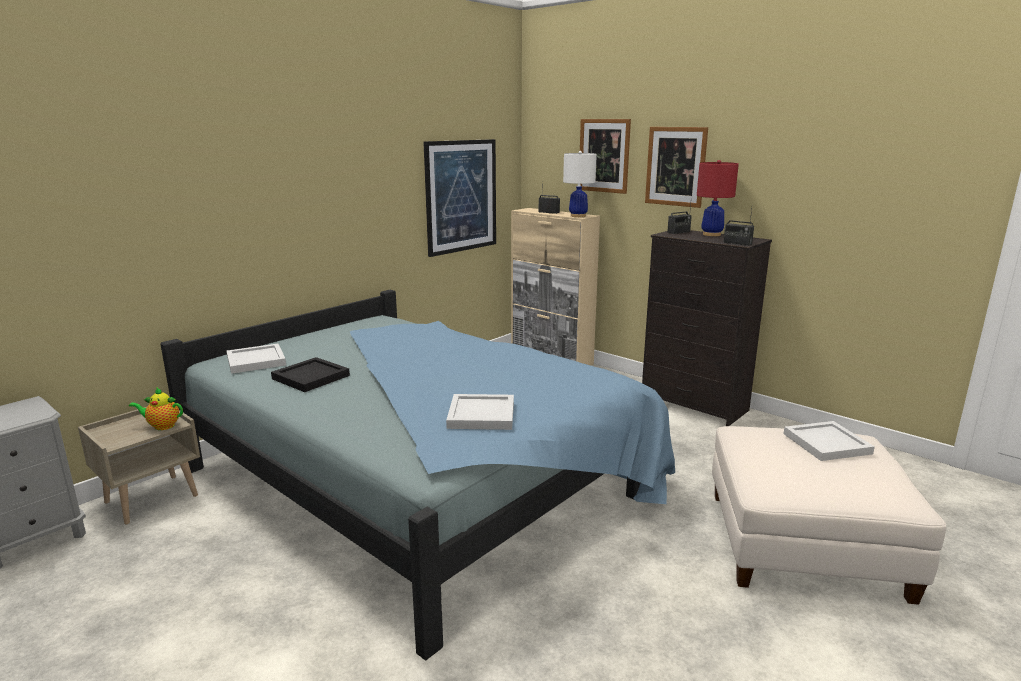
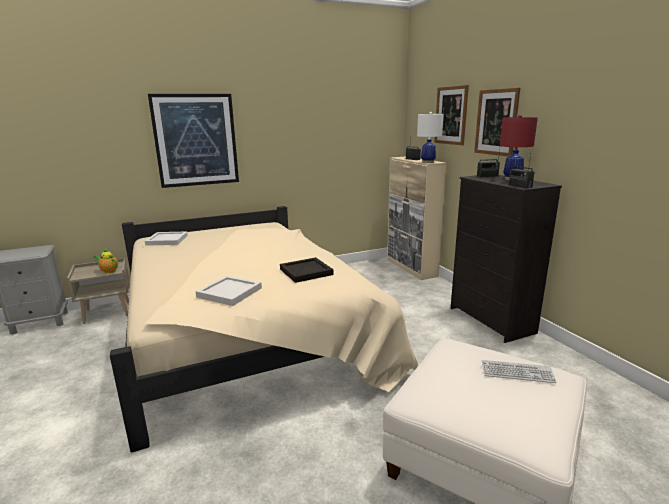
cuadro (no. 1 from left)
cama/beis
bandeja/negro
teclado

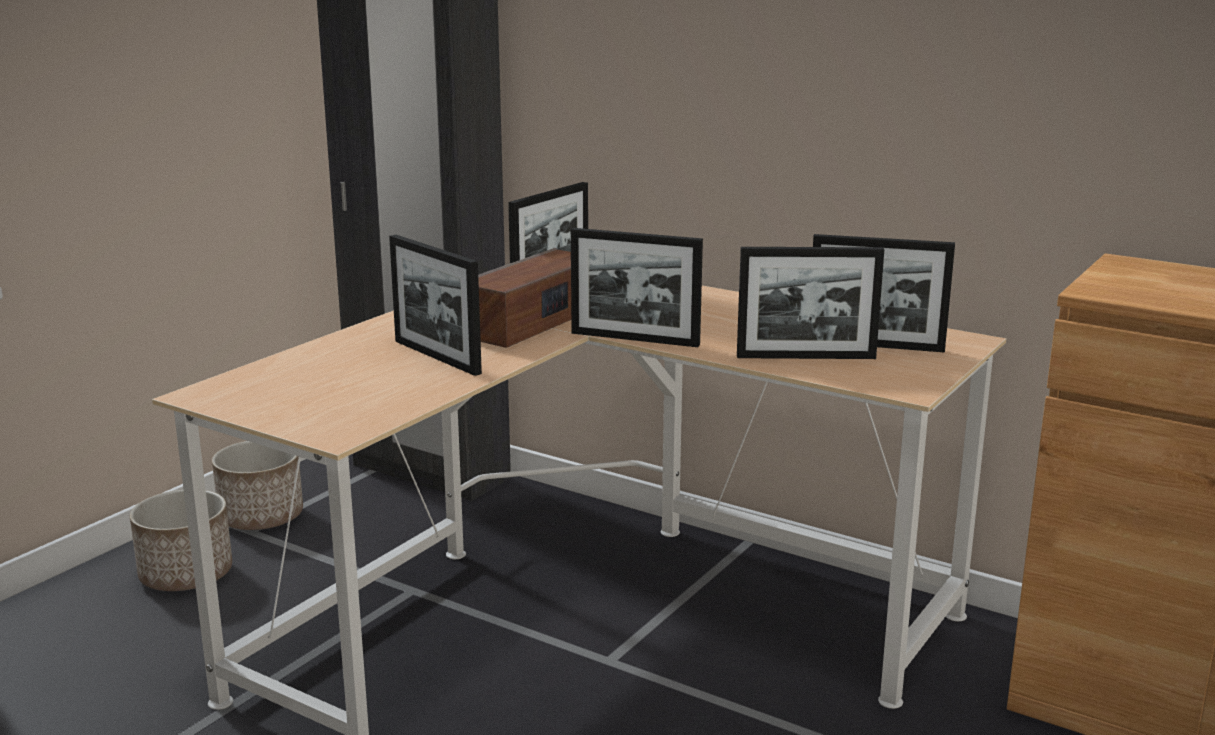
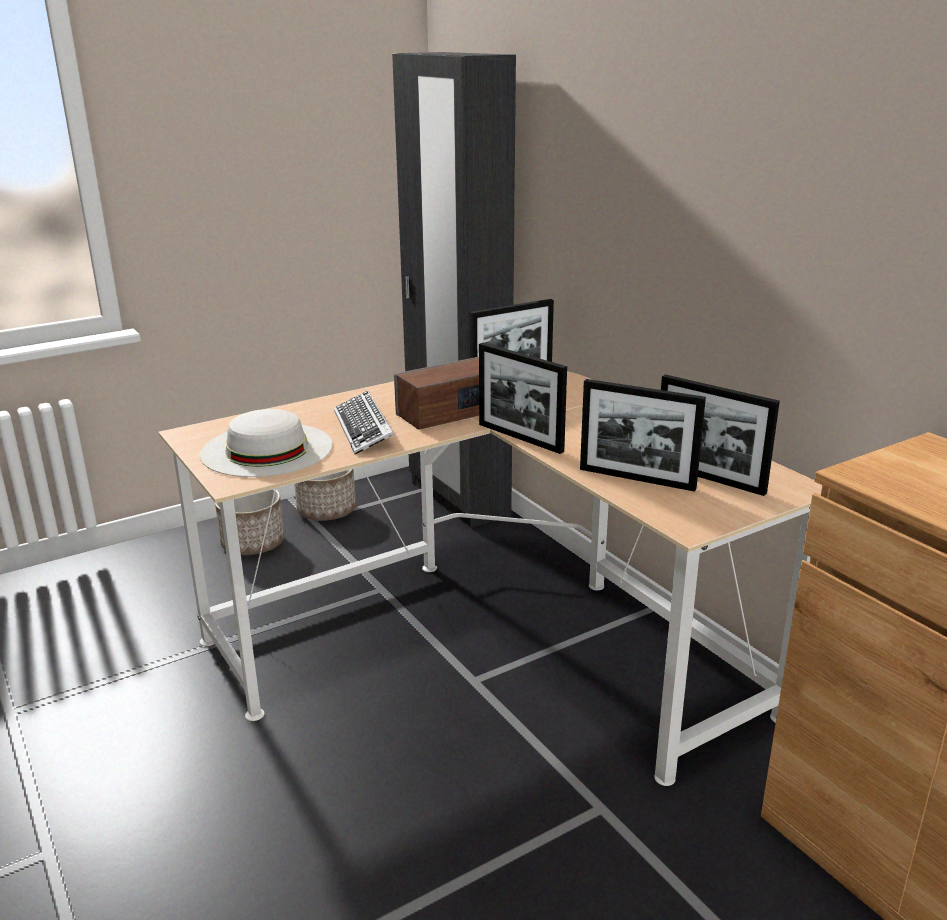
teclado
sombrero/blanco

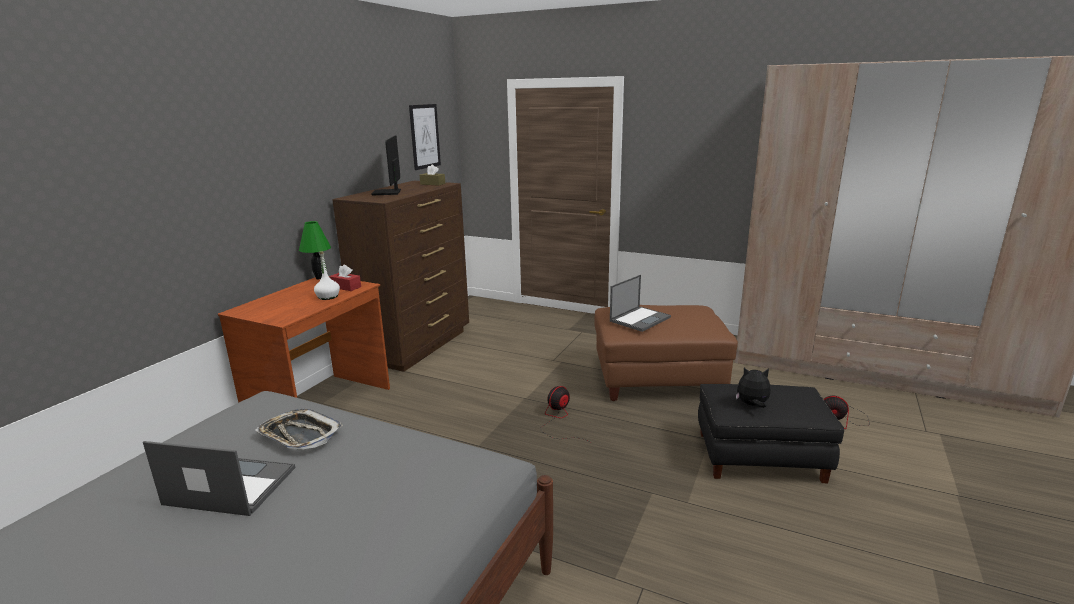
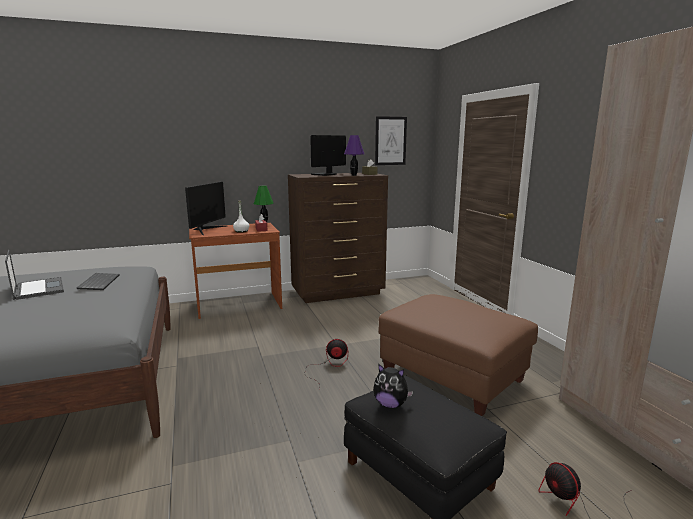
portátil (no. 2 from left in the first image)
peluche
teclado
lámpara de mesa/morado
monitor (no. 1 from left)

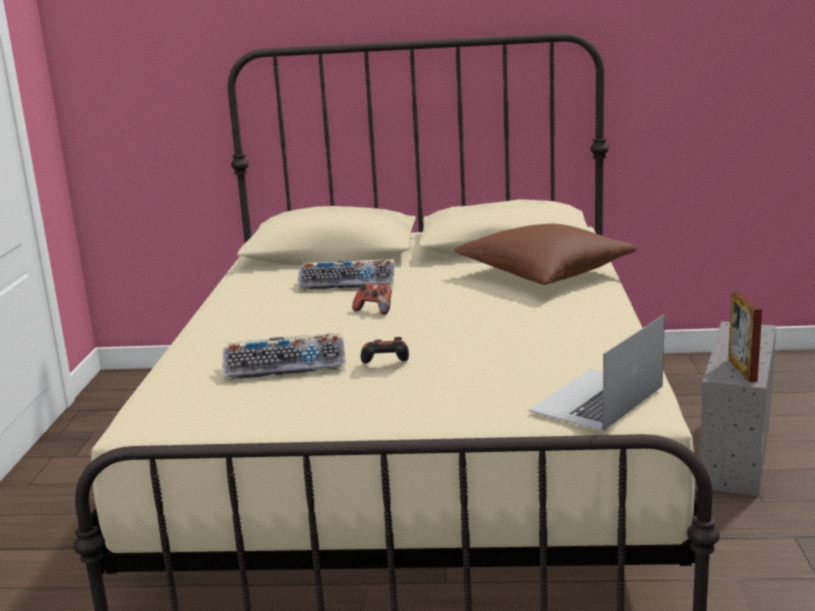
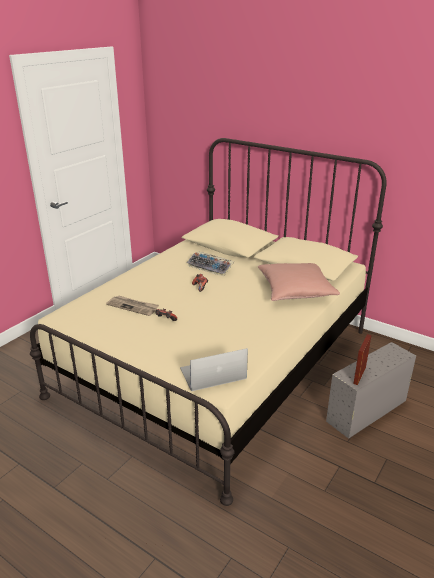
cojín/rosa
periódico

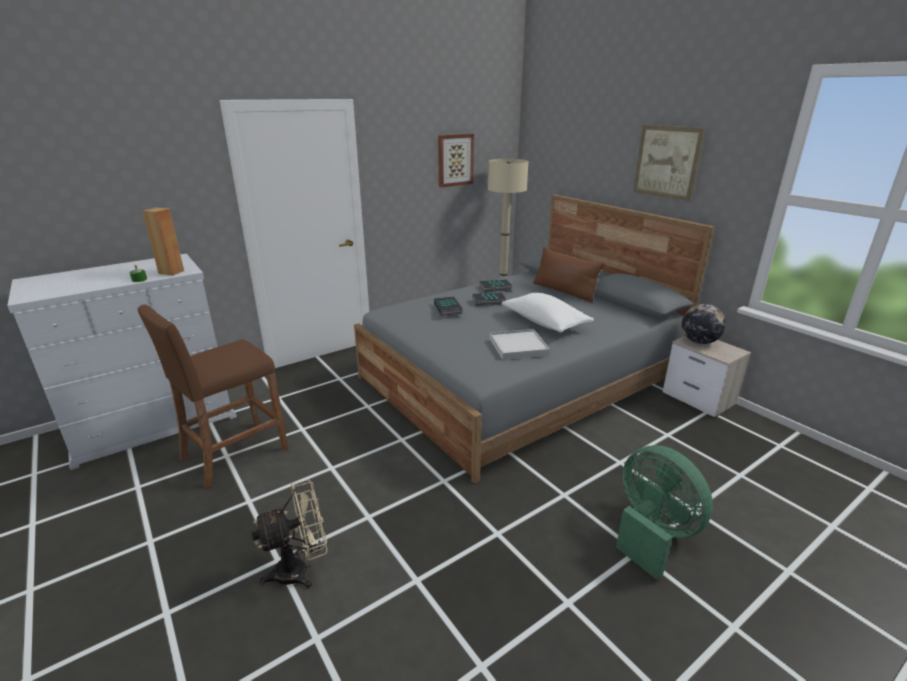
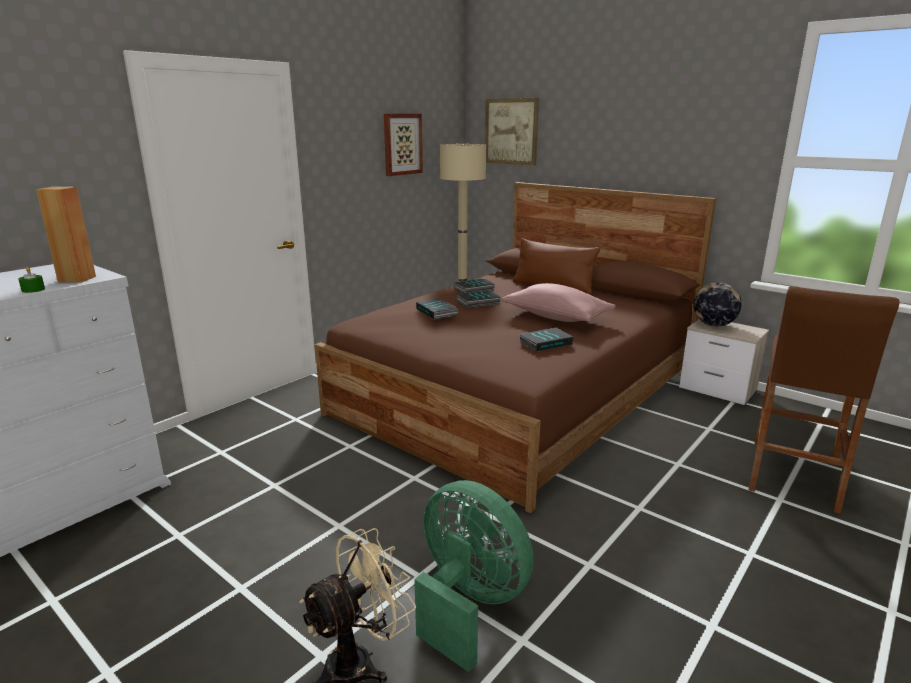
cuadro (no. 2 from left)
cama/marrón
cojín/rosa
taburete/marrón
libro (no. 4 from left)
ventilador/verde

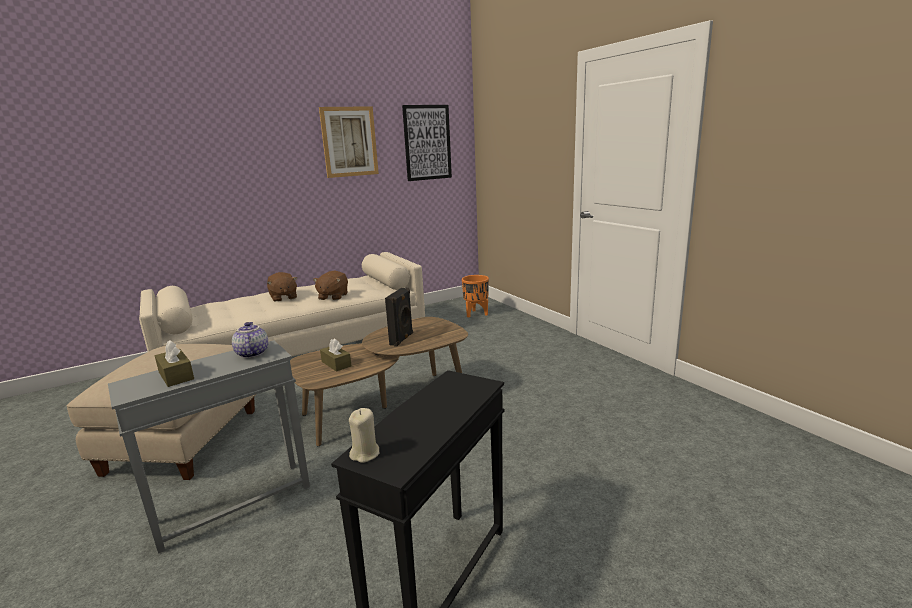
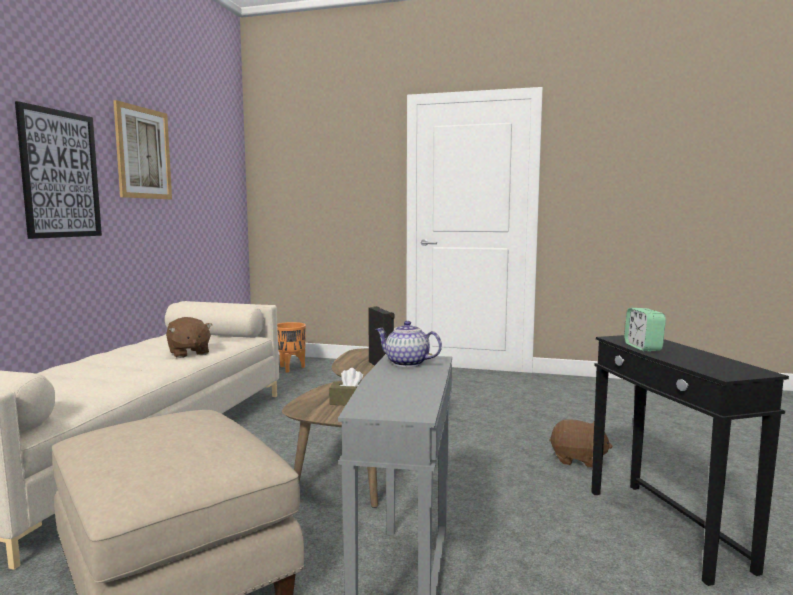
cuadro (no. 1 from left)
peluche/marrón (no. 2 from left)
caja de pañuelos/marrón (no. 1 from left in the first image)
vela/beis
despertador

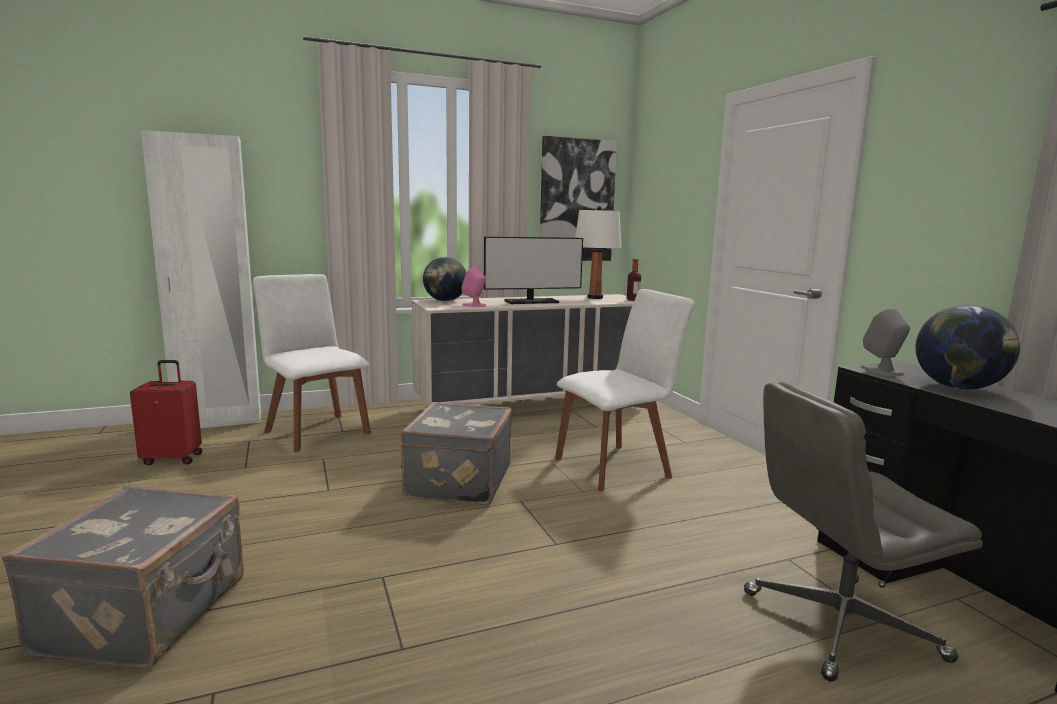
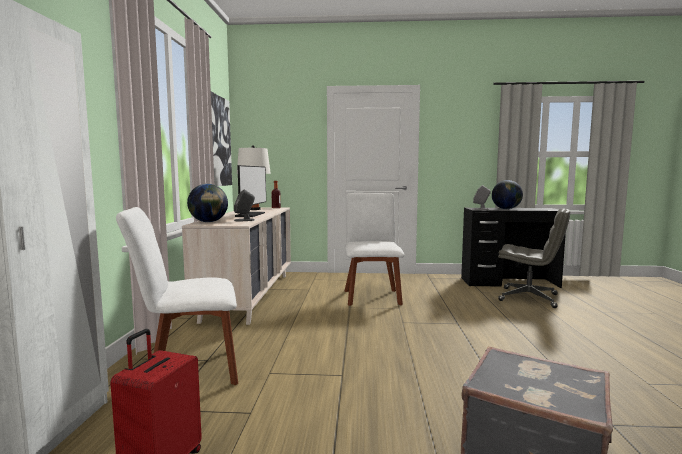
altavoz/gris (no. 1 from left)
silla de oficina/gris
maleta/gris (no. 2 from left in the first image)

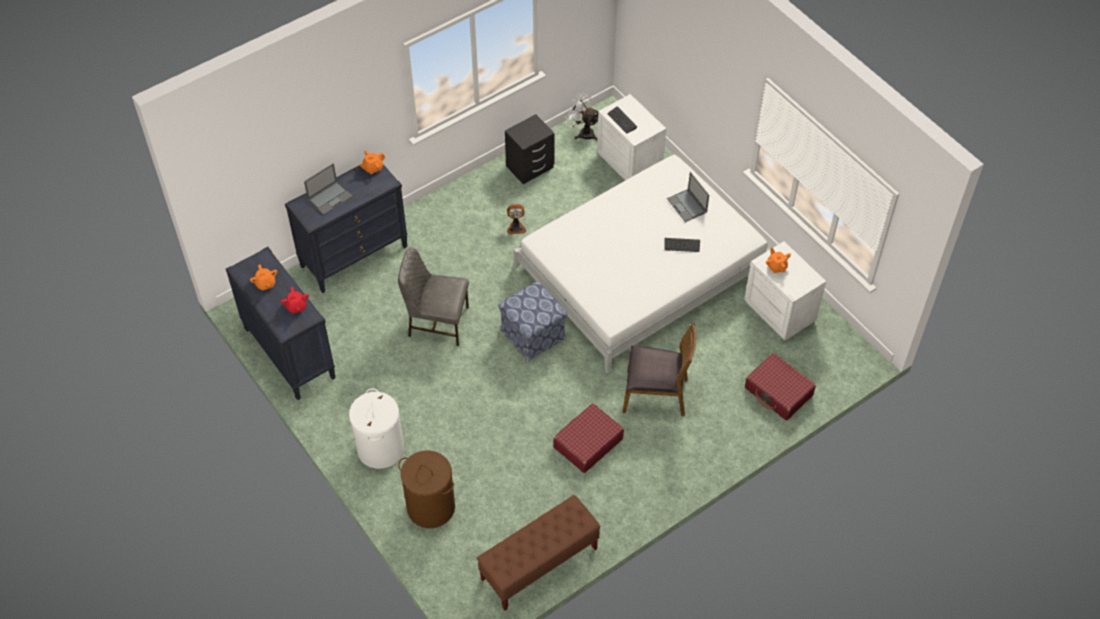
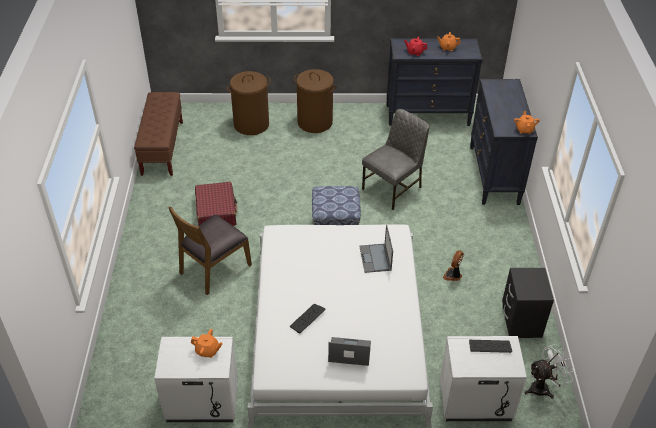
portátil (no. 2 from left)
maleta/rojo (no. 2 from left in the first image)
cesto de la ropa/marrón (no. 2 from left)

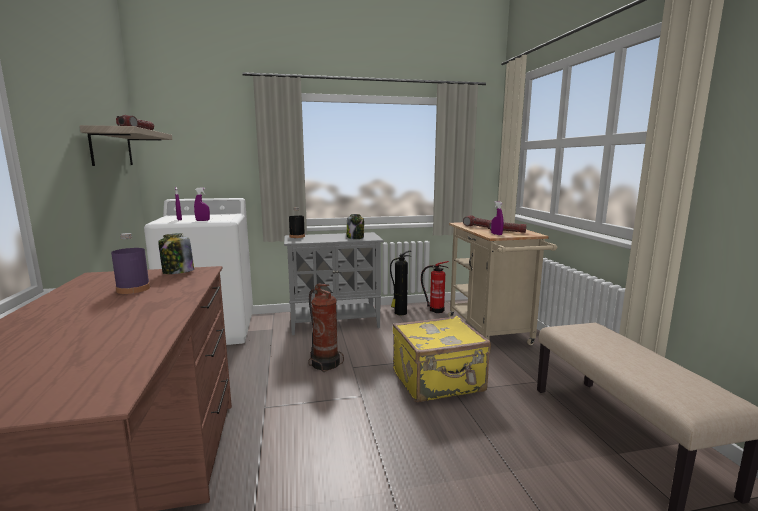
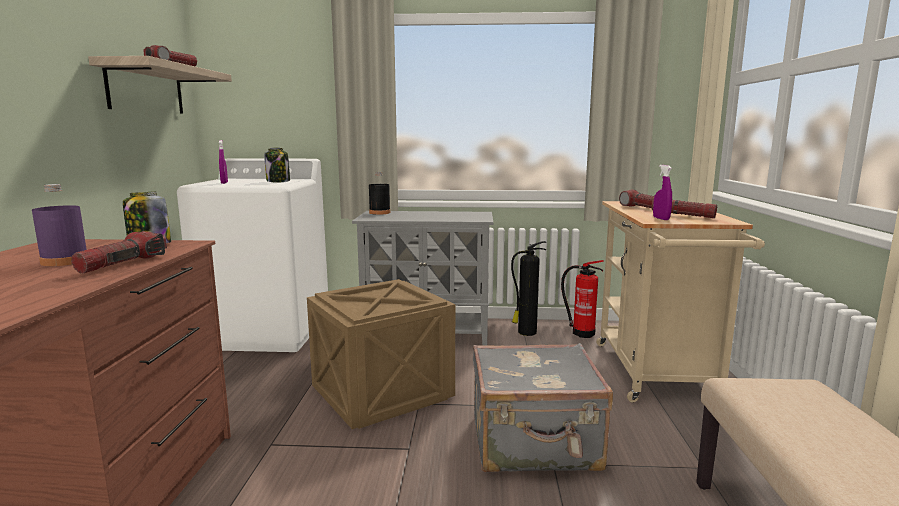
pulverizador/morado (no. 2 from left in the first image)
tarro (no. 2 from left)
caja de embalaje
maleta/gris
linterna (no. 1 from left)

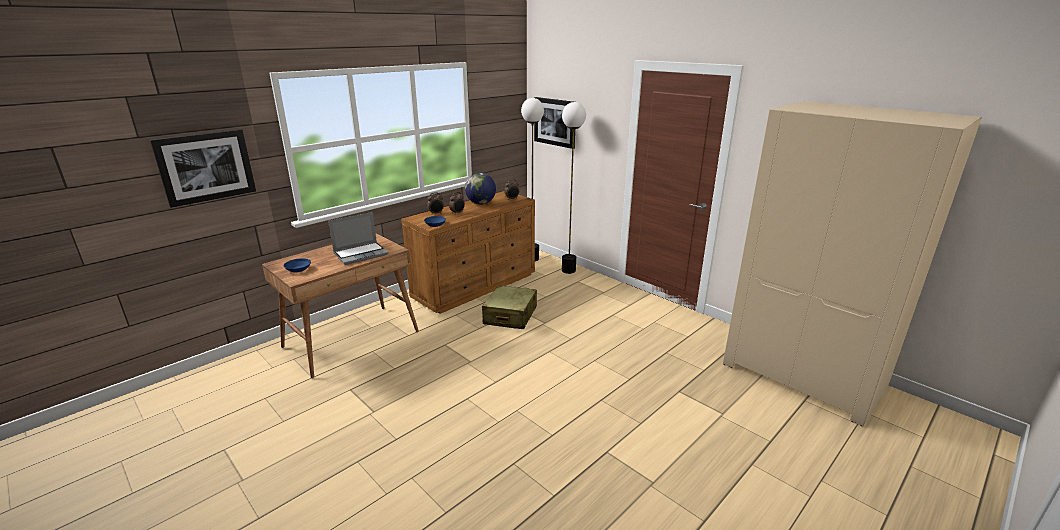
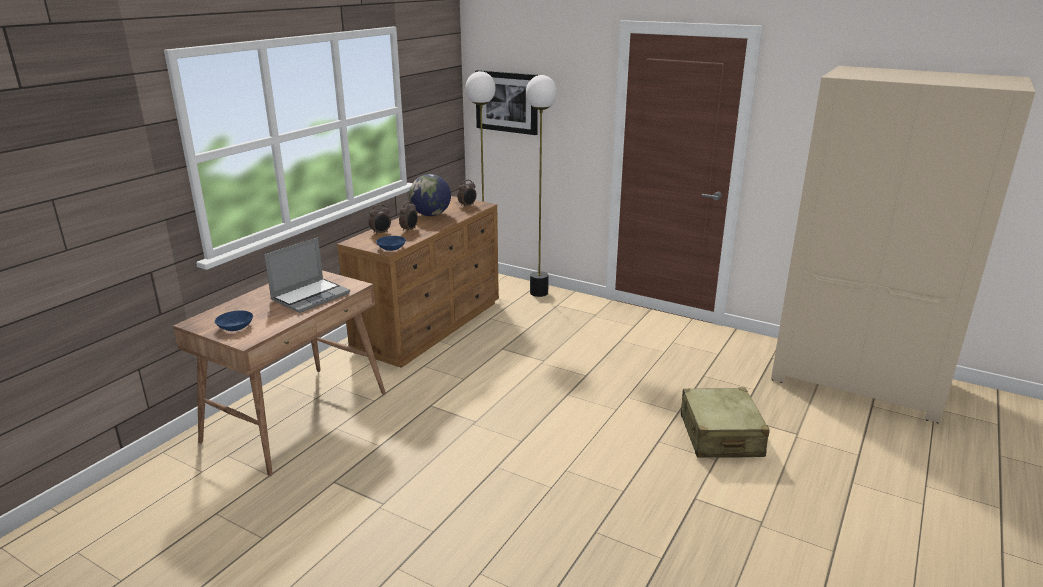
cuadro (no. 1 from left in the first image)
maleta/beis

